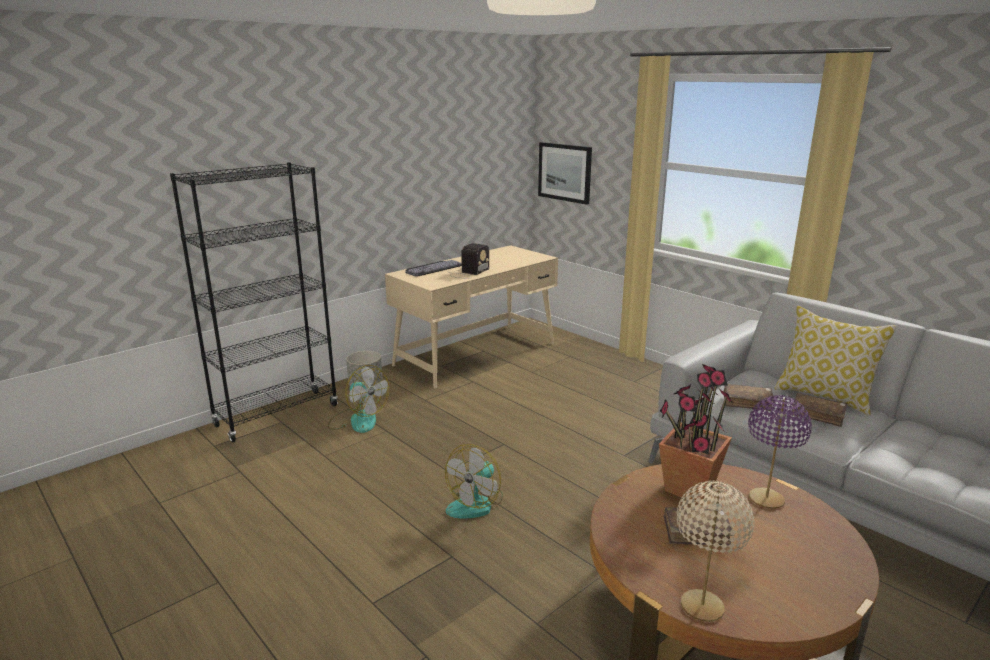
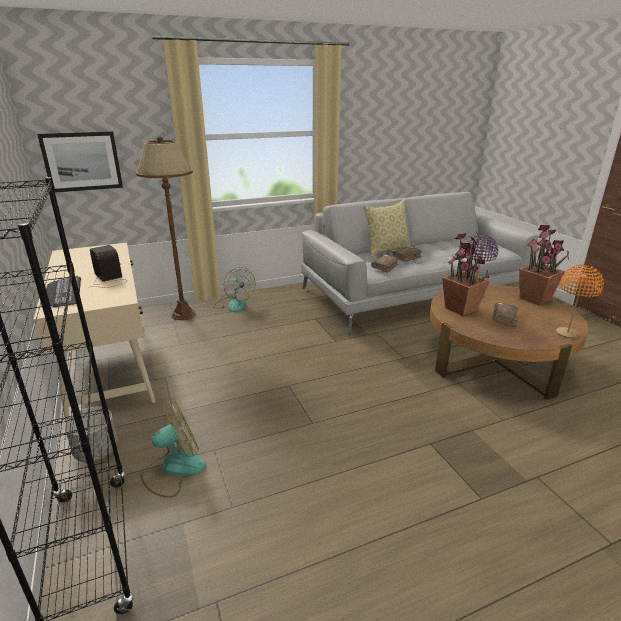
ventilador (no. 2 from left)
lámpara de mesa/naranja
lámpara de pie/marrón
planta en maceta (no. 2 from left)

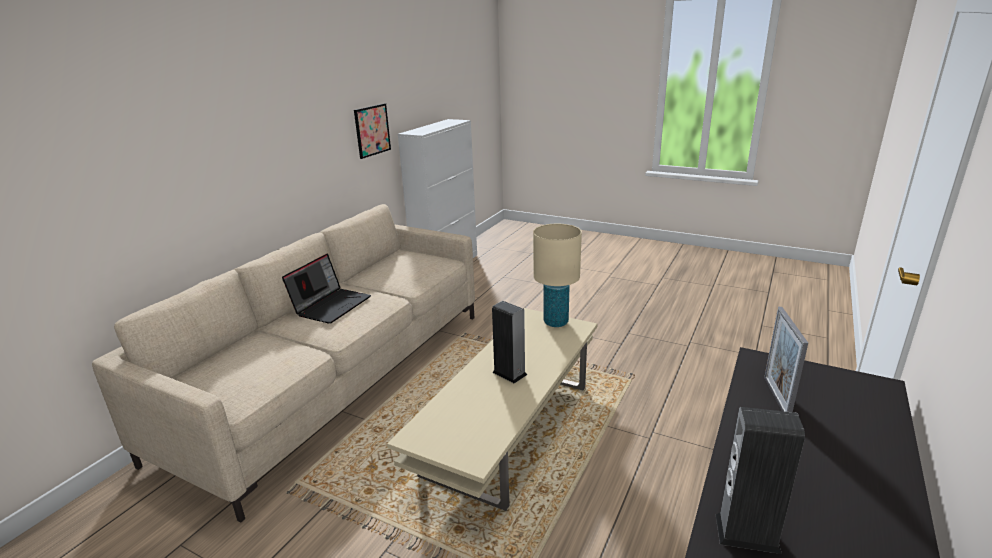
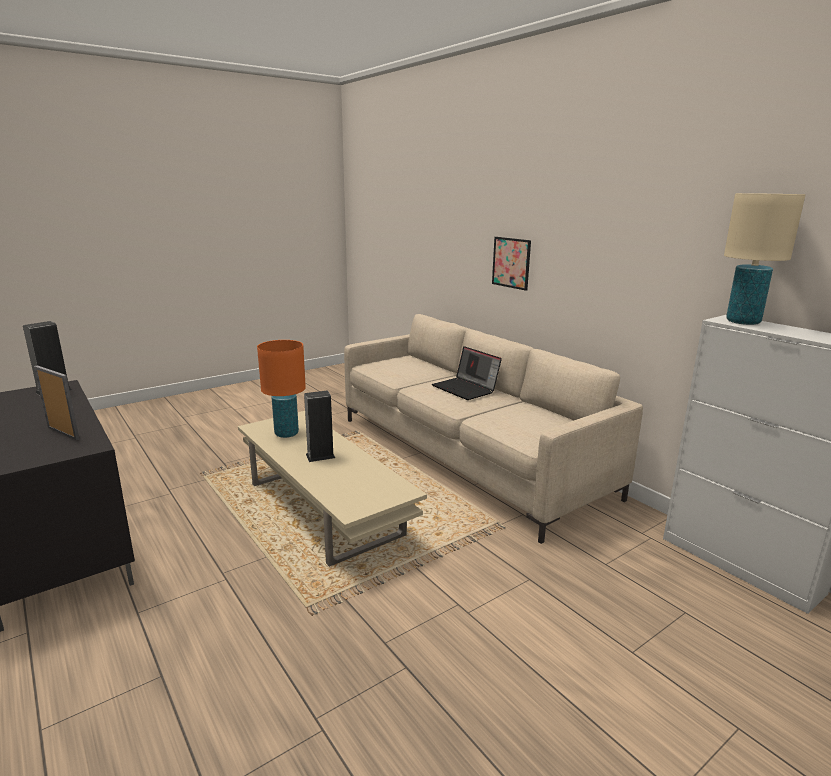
cuadro
lámpara de mesa/beis
lámpara de mesa/naranja

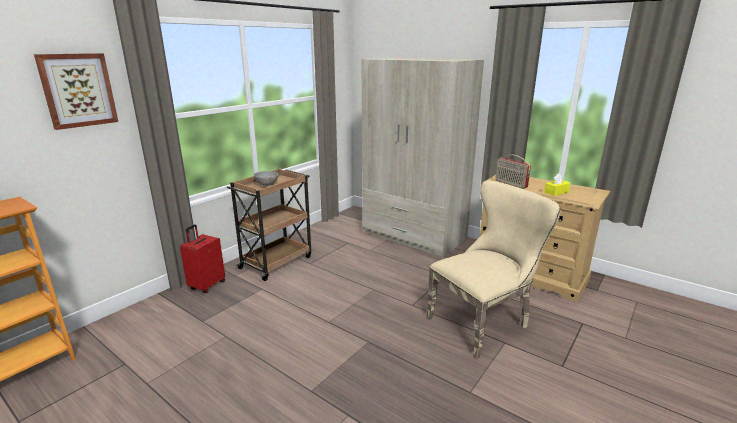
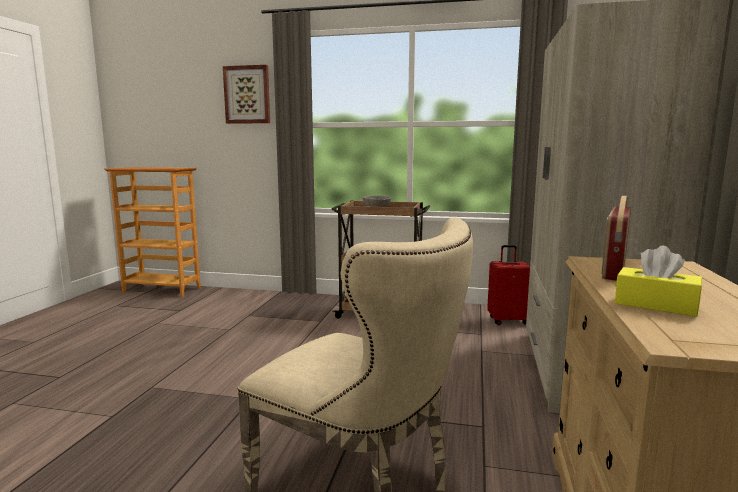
maleta/rojo

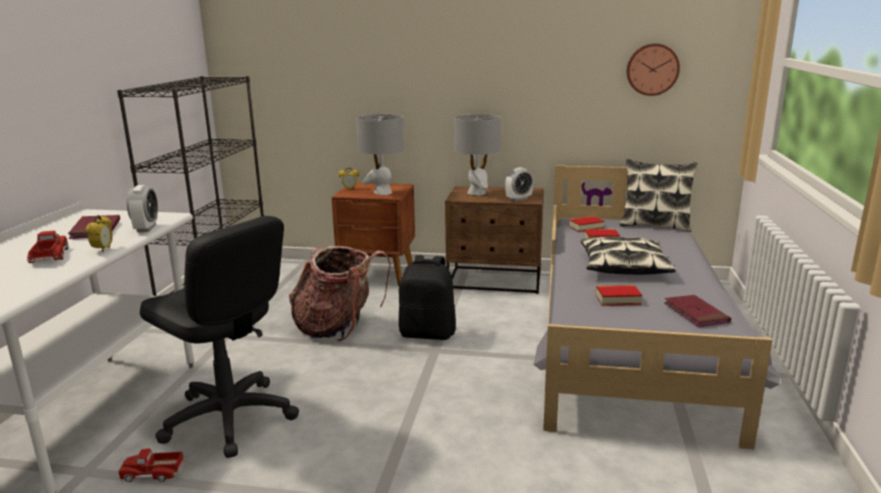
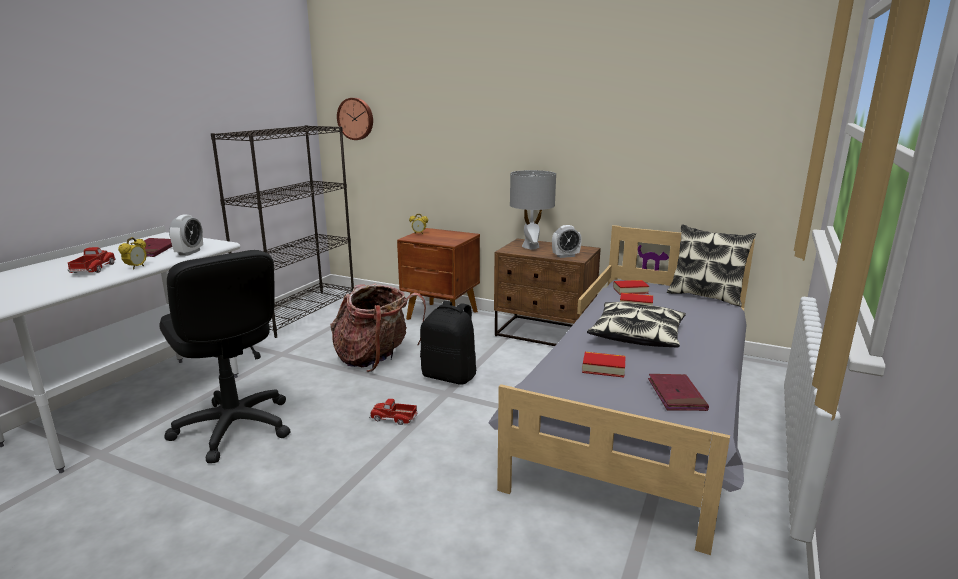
reloj de pared
lámpara de mesa/gris (no. 1 from left in the first image)
camión de juguete (no. 2 from left)

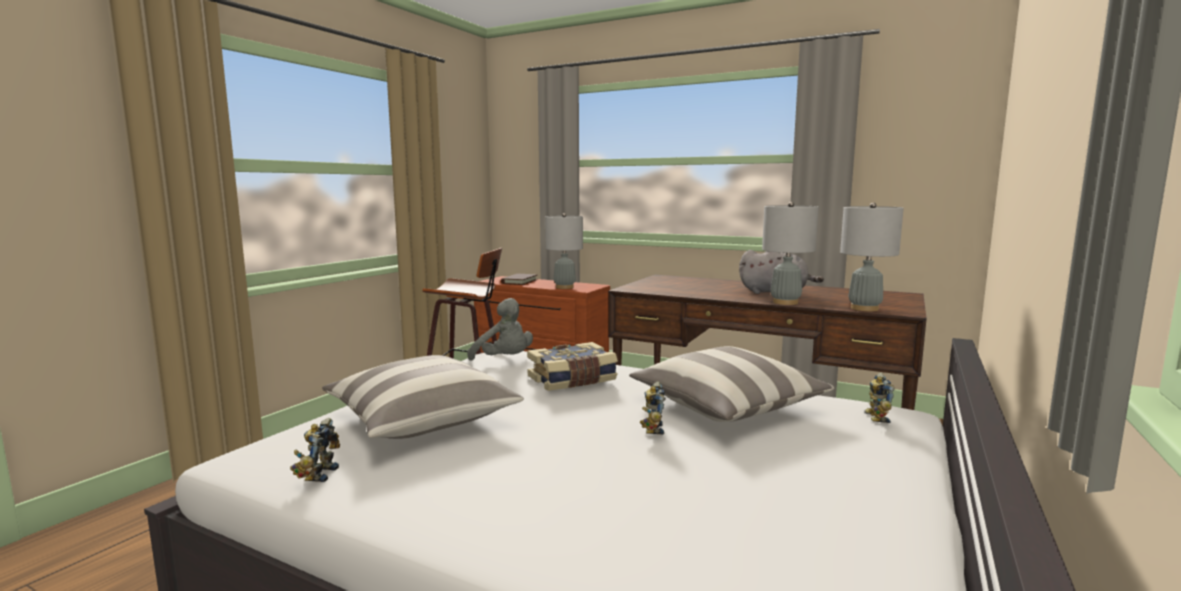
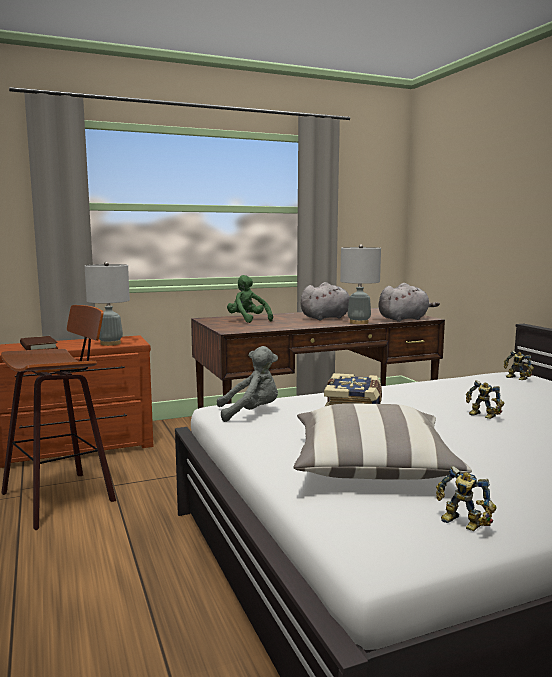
peluche/gris (no. 3 from left)
cojín (no. 2 from left in the first image)
peluche/verde

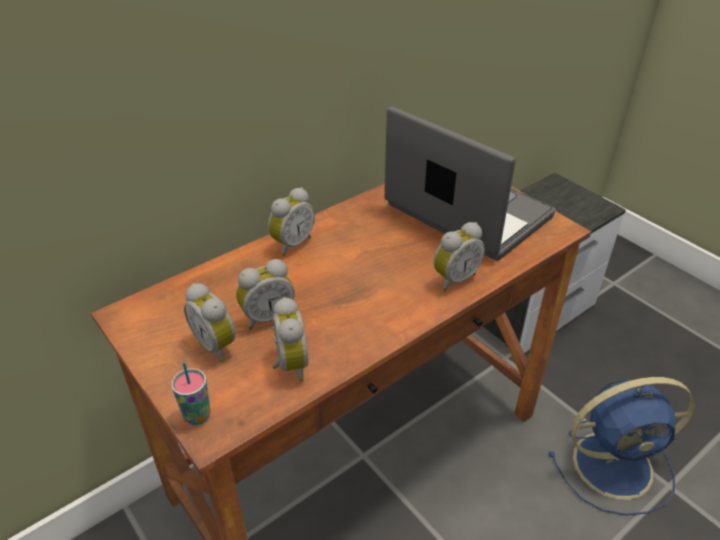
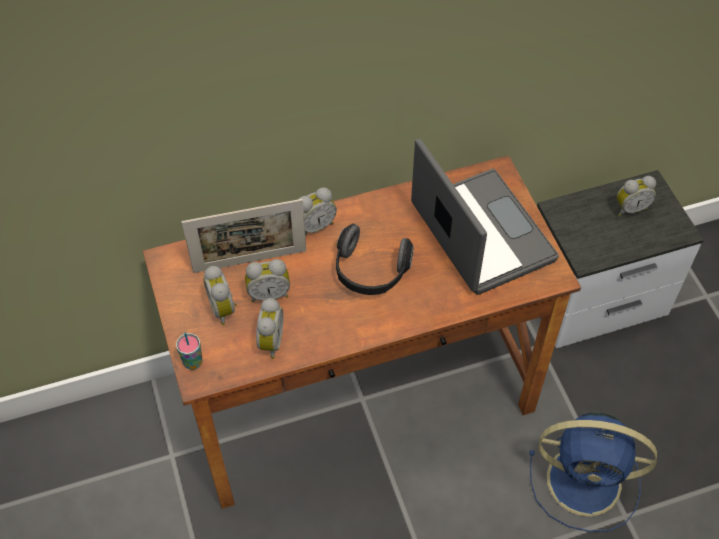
despertador (no. 5 from left)
portarretratos
auriculares

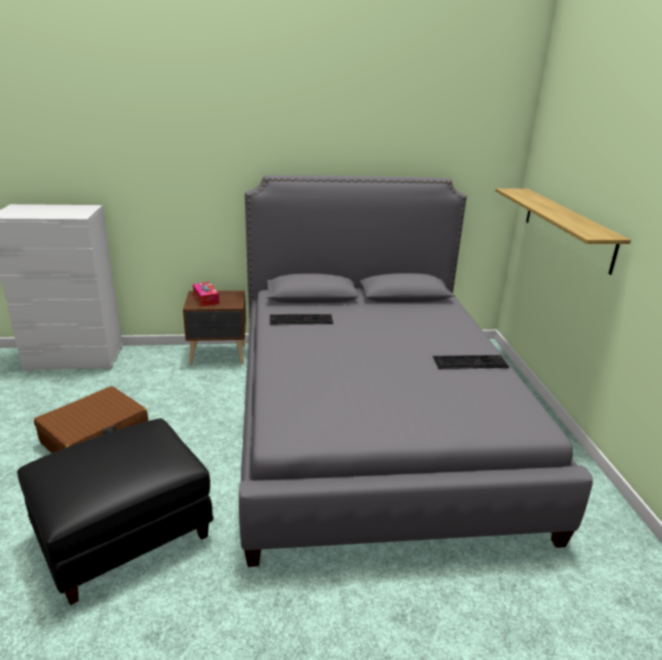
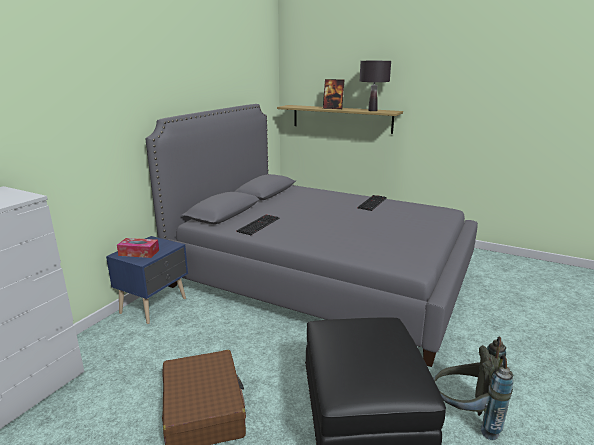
mesita de noche/azul
lámpara de mesa/negro
portarretratos
mochila/gris

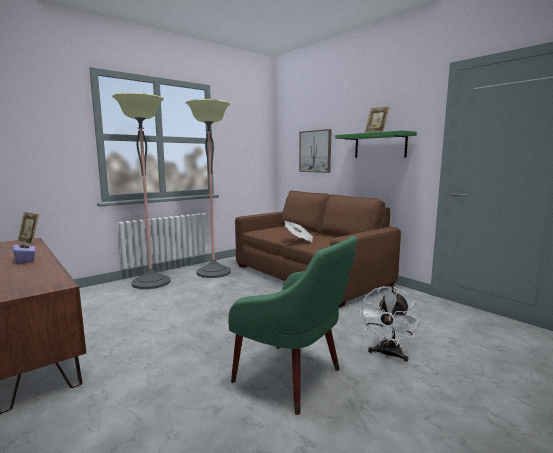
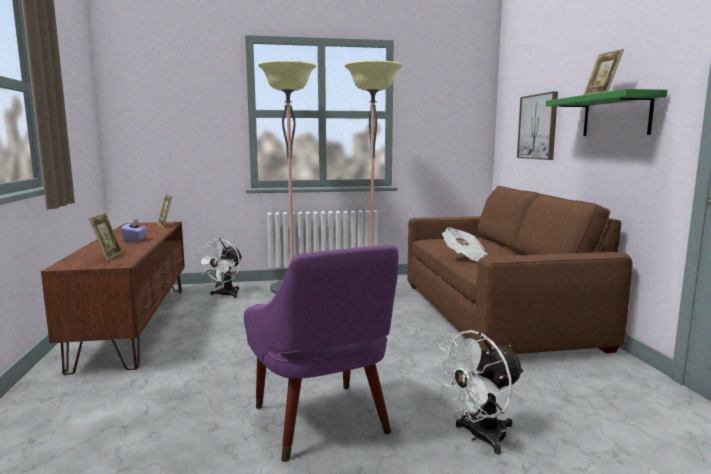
sillón/morado
portarretratos (no. 1 from left)
ventilador/blanco (no. 1 from left)

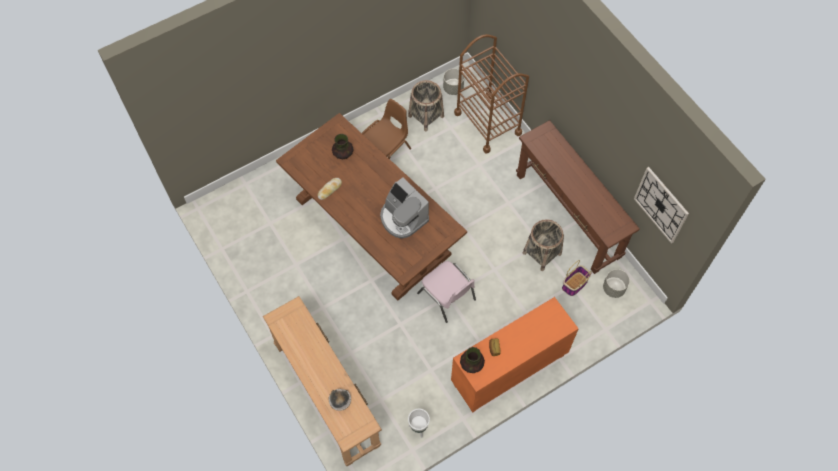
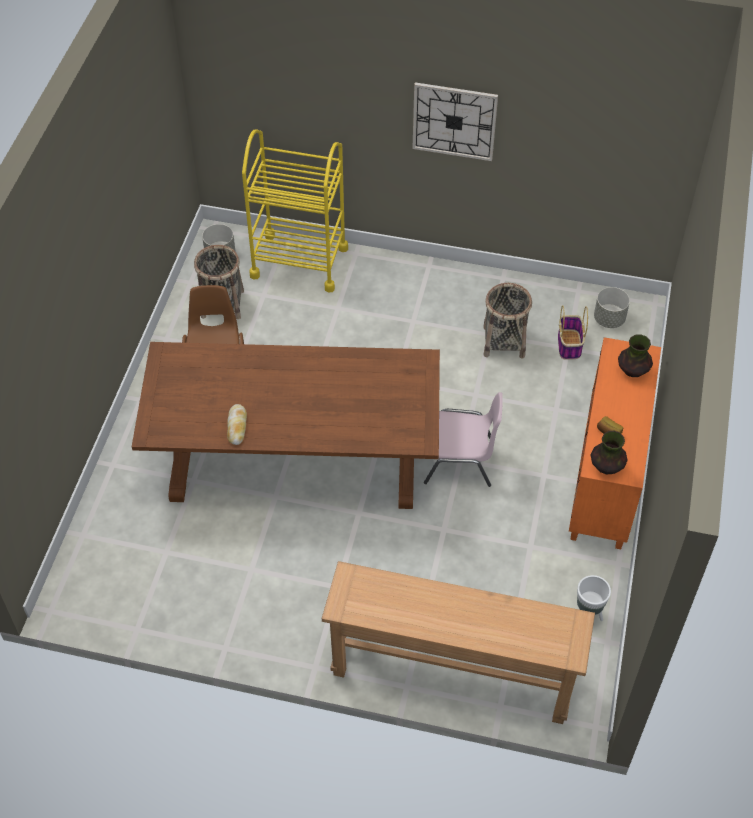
carrito/amarillo
mesa consola/marrón (no. 2 from left in the first image)
florero (no. 2 from left)
reloj de pared
cafetera
cuenco

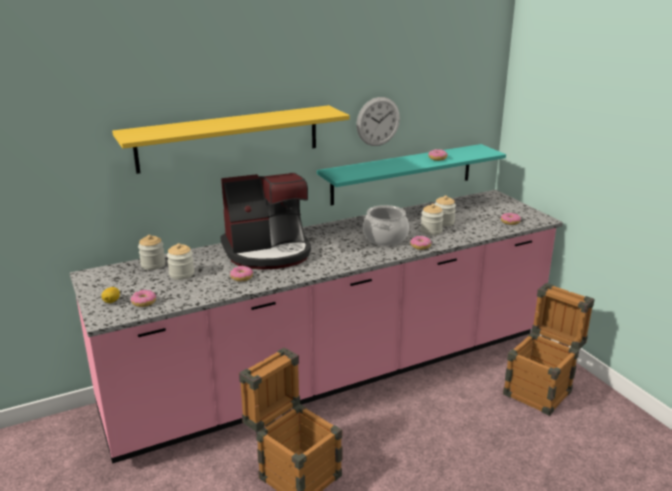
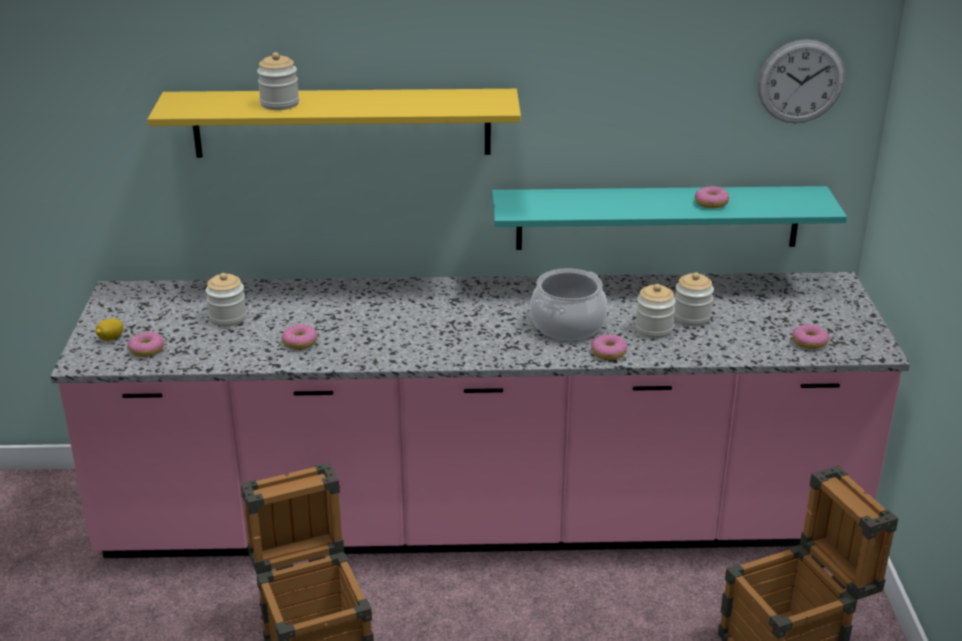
reloj de pared
cafetera
tarro (no. 2 from left)

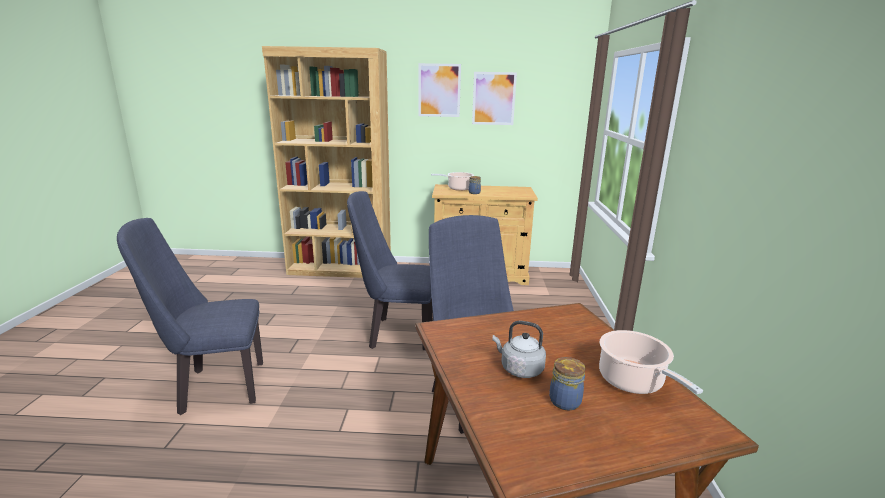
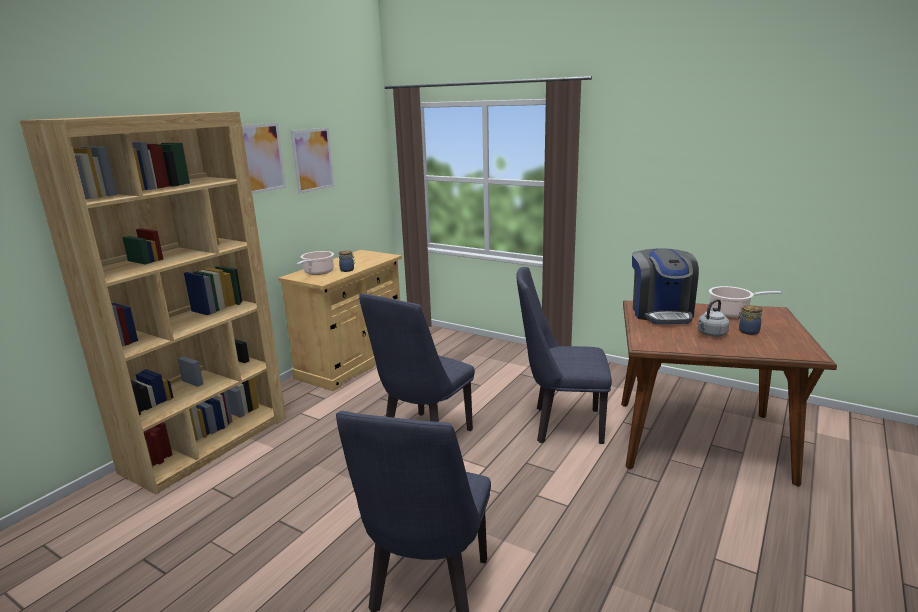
cafetera

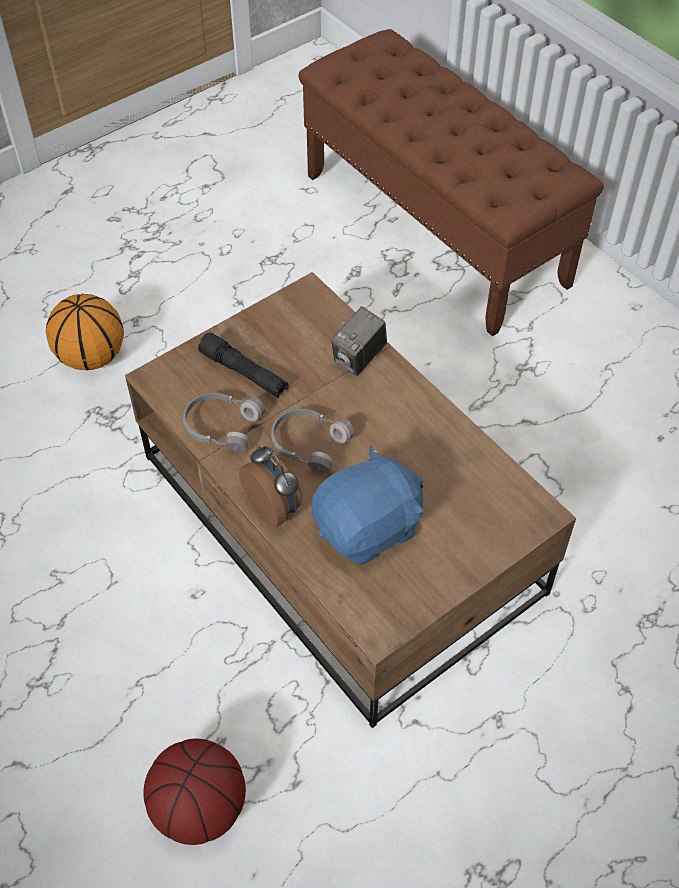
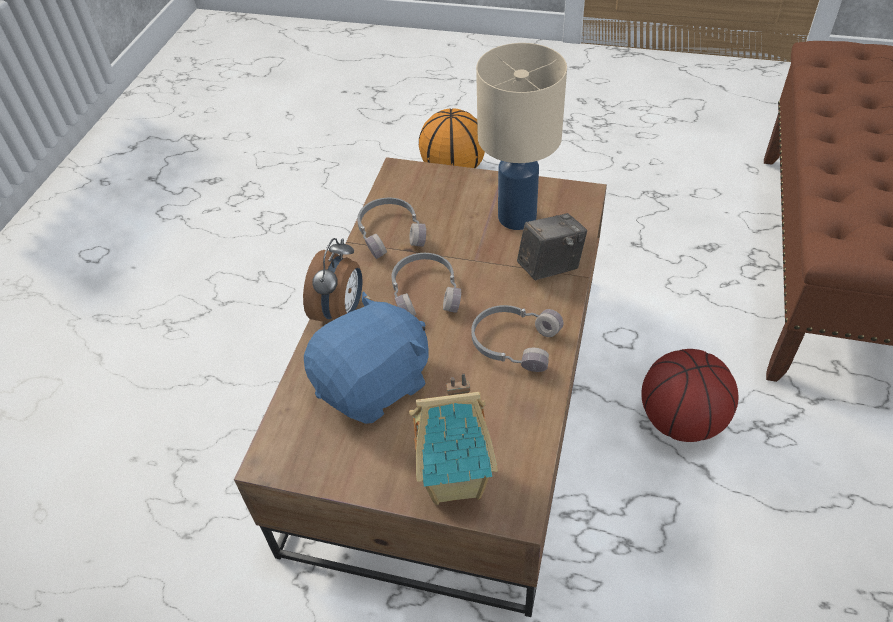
cámara
linterna/negro
peluche/azul
balón de baloncesto (no. 2 from left)
lámpara de mesa/beis
auriculares/gris (no. 3 from left)
casita

